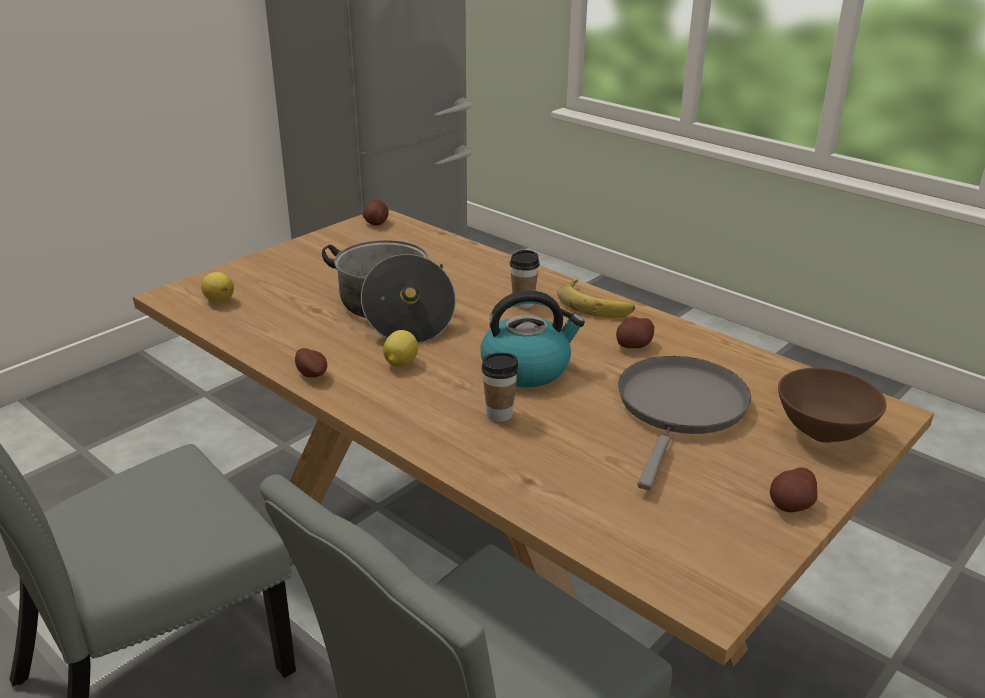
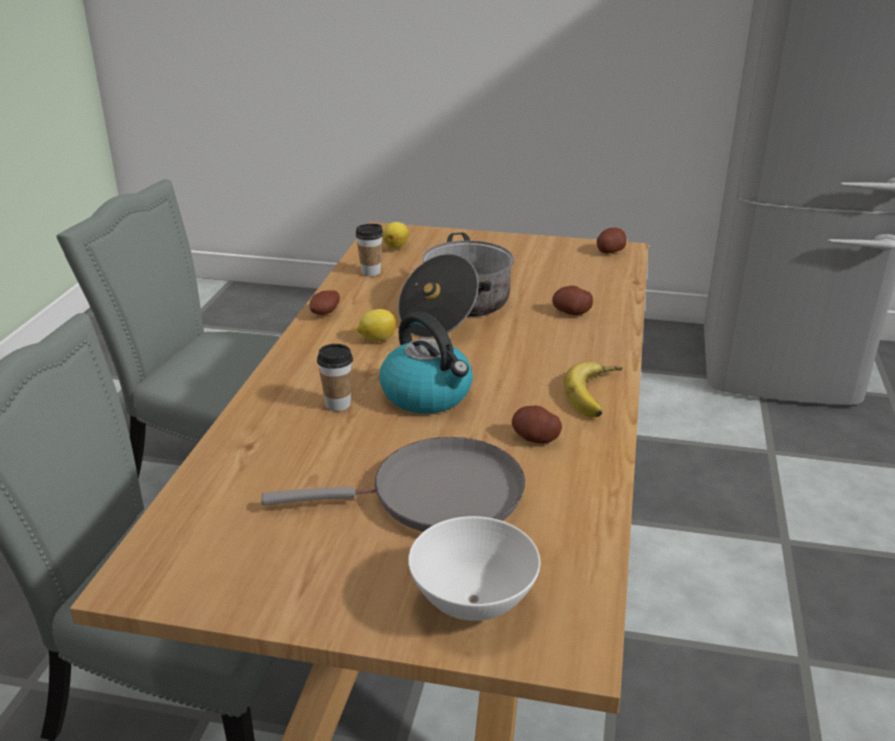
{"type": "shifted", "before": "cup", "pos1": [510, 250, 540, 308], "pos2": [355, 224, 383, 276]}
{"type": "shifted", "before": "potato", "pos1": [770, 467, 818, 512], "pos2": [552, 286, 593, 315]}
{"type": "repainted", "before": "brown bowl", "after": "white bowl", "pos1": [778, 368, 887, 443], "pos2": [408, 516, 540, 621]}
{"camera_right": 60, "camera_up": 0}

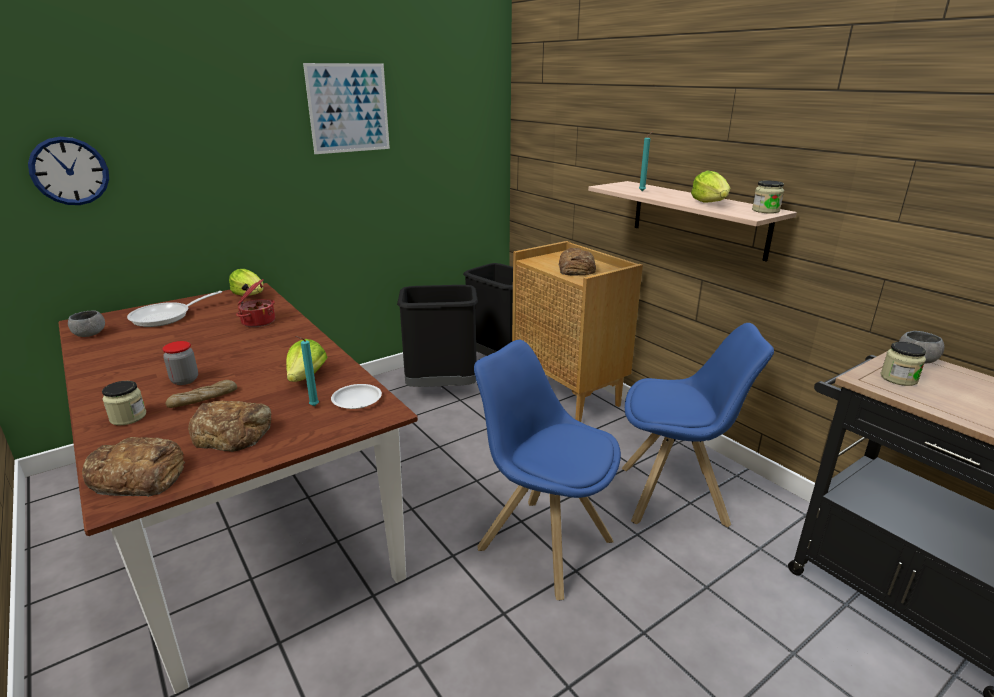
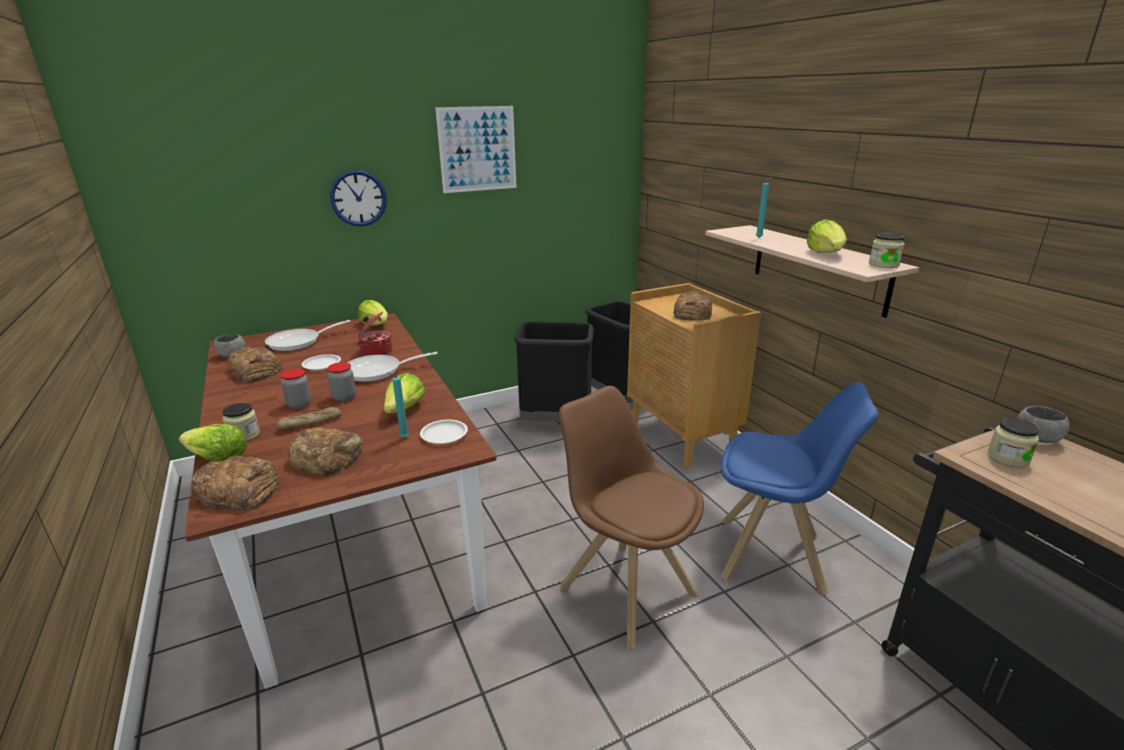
{"type": "shifted", "before": "wall clock", "pos1": [28, 137, 109, 205], "pos2": [330, 170, 387, 226]}
{"type": "repainted", "before": "blue chair", "after": "brown chair", "pos1": [474, 340, 621, 600], "pos2": [559, 386, 704, 650]}
{"type": "new", "after": "lettuce", "pos2": [179, 424, 247, 461]}
{"type": "new", "after": "bread", "pos2": [227, 347, 282, 383]}
{"type": "new", "after": "white plate", "pos2": [302, 354, 341, 370]}
{"type": "new", "after": "jar", "pos2": [327, 362, 356, 401]}
{"type": "new", "after": "frying pan", "pos2": [347, 352, 438, 382]}
{"camera_right": 10, "camera_up": 0}

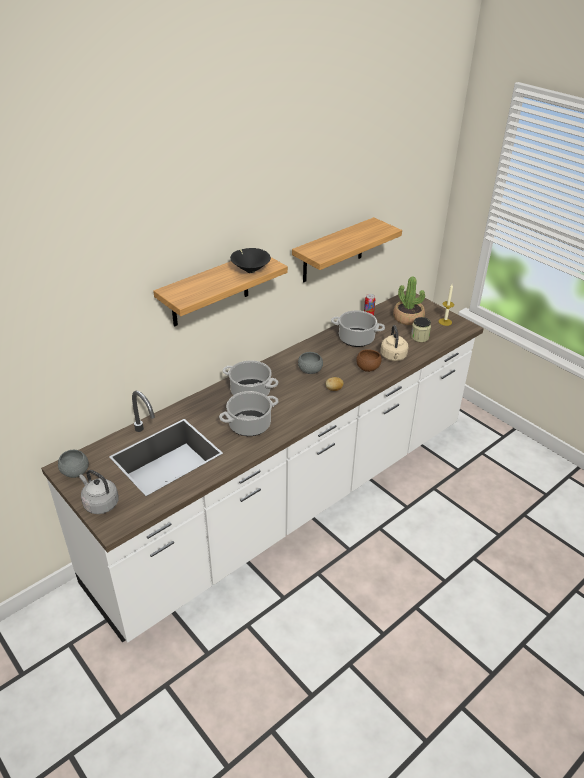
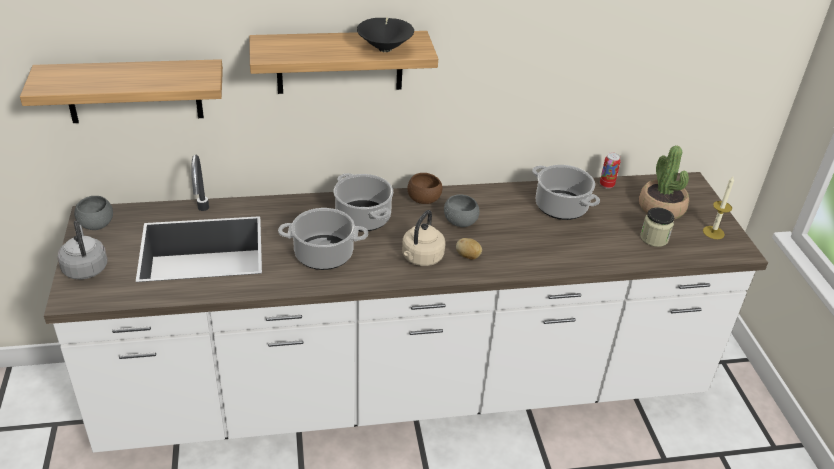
{"type": "shifted", "before": "shelf", "pos1": [292, 217, 402, 282], "pos2": [20, 59, 223, 123]}
{"type": "shifted", "before": "brown bowl", "pos1": [356, 349, 382, 372], "pos2": [408, 173, 442, 204]}
{"type": "shifted", "before": "beige kettle", "pos1": [380, 325, 408, 361], "pos2": [402, 210, 445, 266]}
{"camera_right": 30, "camera_up": 0}

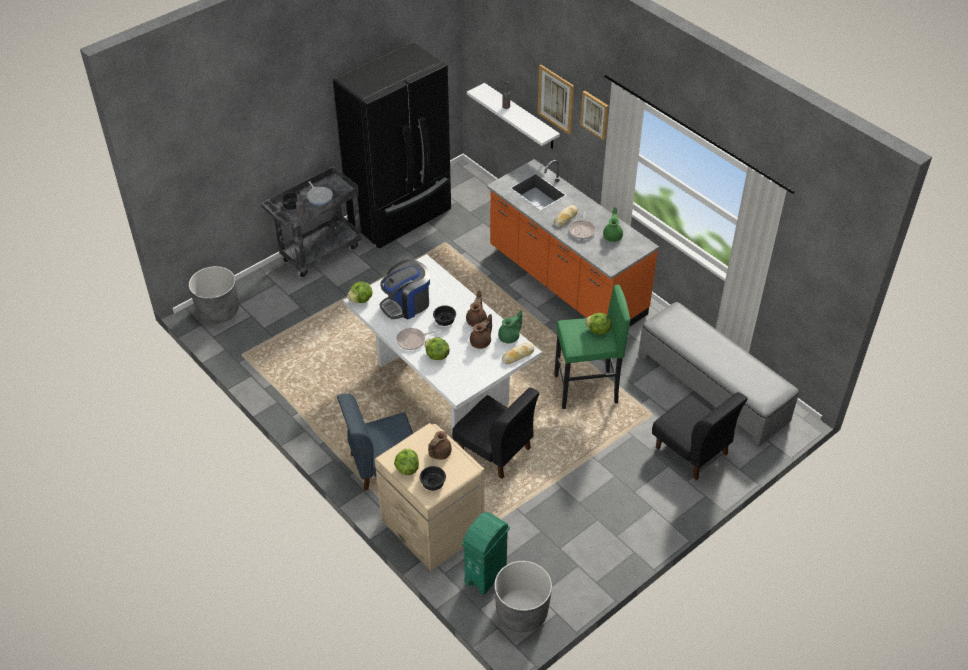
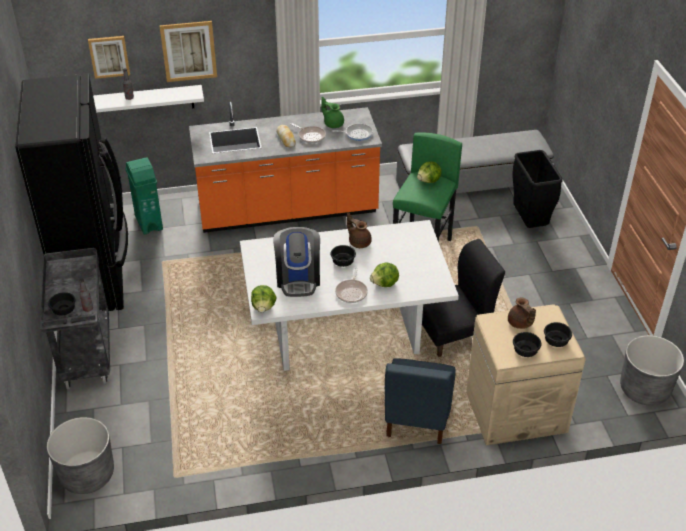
{"type": "shifted", "before": "frying pan", "pos1": [307, 181, 333, 205], "pos2": [332, 123, 373, 141]}
{"type": "swapped", "before": "lettuce", "after": "black bowl", "pos1": [394, 448, 419, 475], "pos2": [513, 332, 541, 357]}
{"type": "shifted", "before": "green trash can", "pos1": [462, 512, 510, 595], "pos2": [125, 157, 163, 235]}
{"type": "gone", "before": "brown teapot", "pos1": [470, 314, 492, 349]}
{"type": "gone", "before": "green teapot", "pos1": [498, 310, 522, 343]}
{"type": "gone", "before": "bread", "pos1": [502, 343, 534, 364]}
{"type": "shifted", "before": "picture", "pos1": [580, 91, 609, 141], "pos2": [88, 36, 130, 79]}
{"type": "swapped", "before": "black chair", "after": "black trash can", "pos1": [652, 392, 748, 480], "pos2": [512, 150, 563, 228]}
{"camera_right": -60, "camera_up": -5}

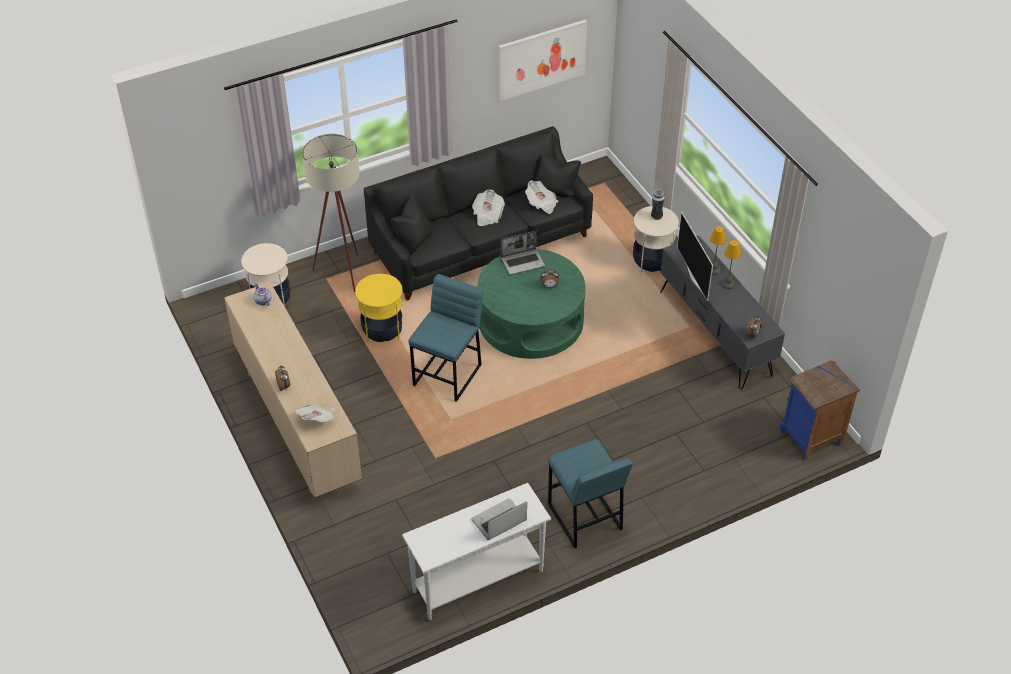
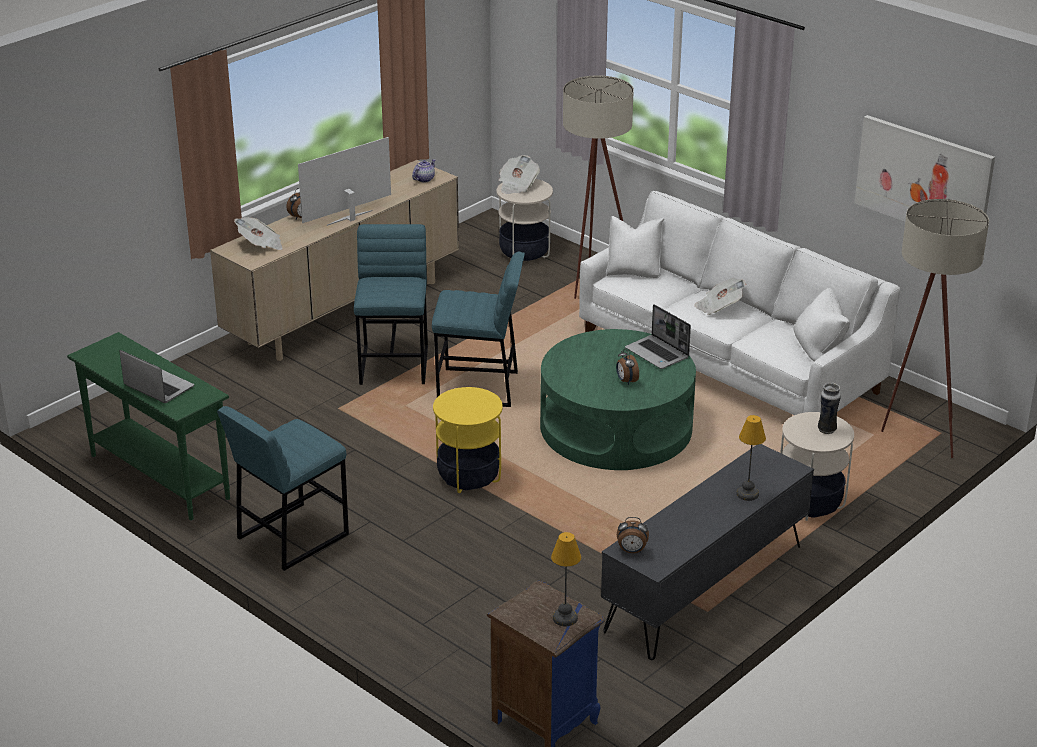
{"type": "shifted", "before": "yellow side table", "pos1": [355, 274, 402, 342], "pos2": [433, 387, 503, 493]}
{"type": "repainted", "before": "black sofa", "after": "white sofa", "pos1": [364, 126, 593, 301], "pos2": [579, 191, 900, 415]}
{"type": "repainted", "before": "white console table", "after": "green console table", "pos1": [402, 483, 551, 621], "pos2": [67, 332, 230, 521]}
{"type": "shifted", "before": "newspaper", "pos1": [525, 180, 558, 214], "pos2": [499, 155, 540, 194]}
{"type": "shifted", "before": "television", "pos1": [677, 212, 713, 301], "pos2": [298, 137, 391, 226]}
{"type": "shifted", "before": "table lamp", "pos1": [721, 240, 741, 289], "pos2": [551, 532, 581, 626]}
{"type": "new", "after": "blue stool", "pos2": [354, 224, 428, 385]}
{"type": "new", "after": "beige floor lamp", "pos2": [881, 199, 989, 458]}
{"camera_right": 70, "camera_up": -15}

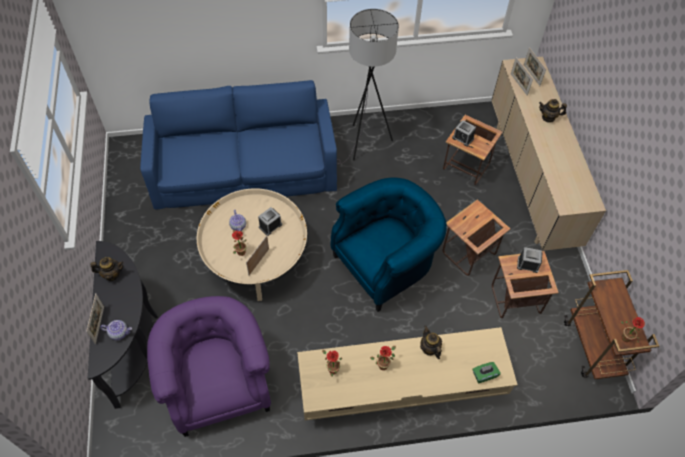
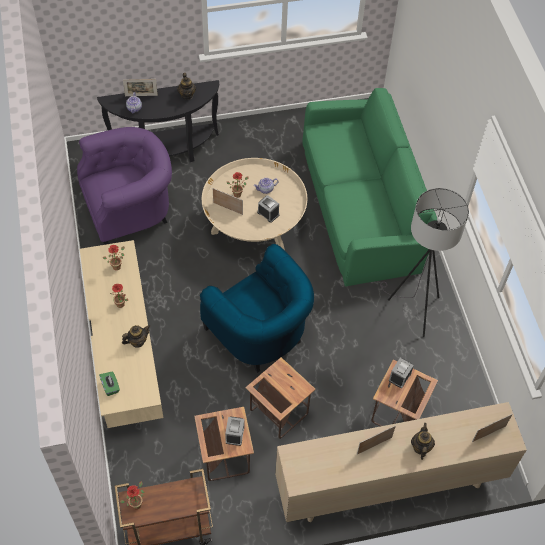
{"type": "repainted", "before": "blue sofa", "after": "green sofa", "pos1": [140, 80, 337, 209], "pos2": [302, 88, 437, 287]}
{"type": "shifted", "before": "picture frame", "pos1": [511, 57, 533, 96], "pos2": [357, 425, 396, 455]}
{"camera_right": 85, "camera_up": 0}

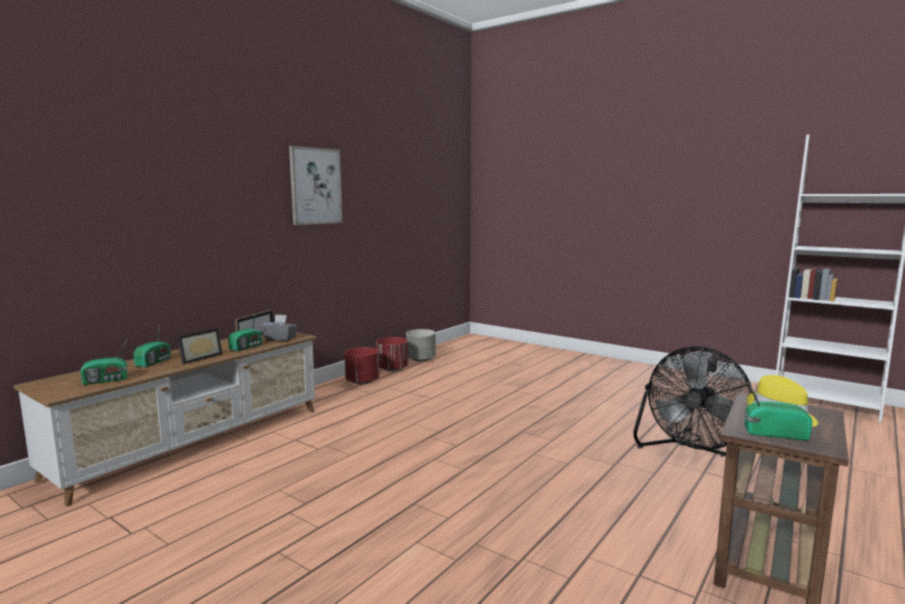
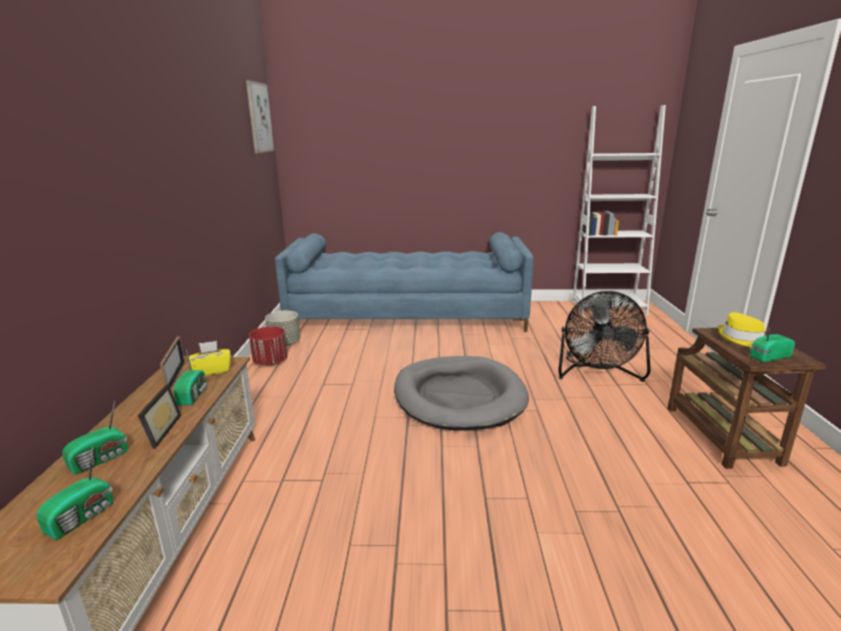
{"type": "rotated", "before": "radio", "pos1": [133, 331, 171, 367], "pos2": [62, 401, 128, 475], "turn": 60}
{"type": "repainted", "before": "grey tissue box", "after": "yellow tissue box", "pos1": [261, 314, 298, 341], "pos2": [189, 341, 231, 376]}
{"type": "shifted", "before": "picture", "pos1": [289, 146, 343, 225], "pos2": [246, 80, 274, 153]}
{"type": "gone", "before": "red planter", "pos1": [345, 347, 379, 385]}
{"type": "new", "after": "blue sofa", "pos2": [275, 232, 534, 332]}
{"type": "new", "after": "grey dog bed", "pos2": [394, 356, 529, 431]}
{"camera_right": -35, "camera_up": 10}

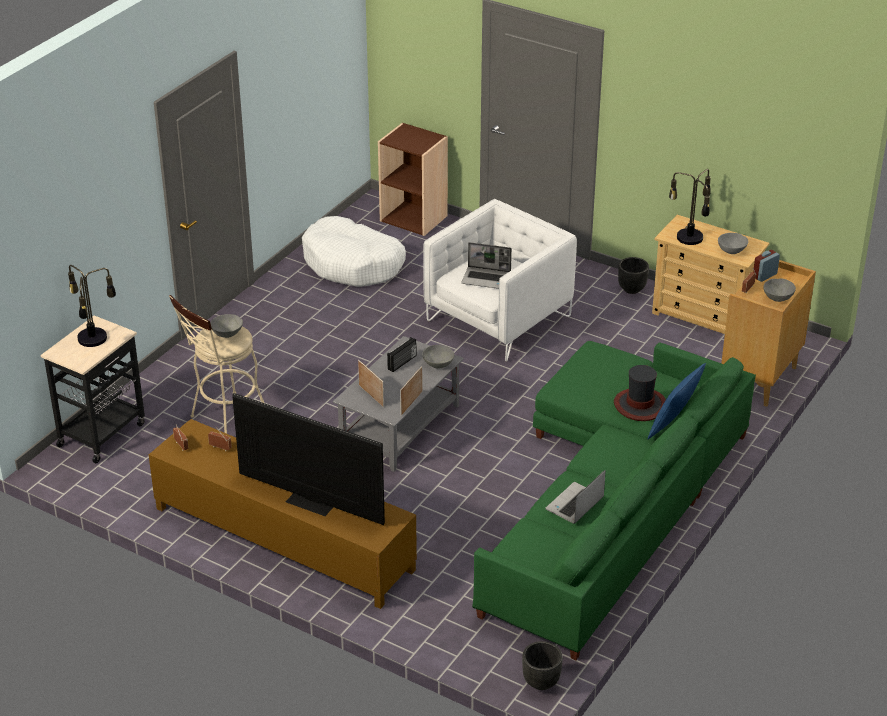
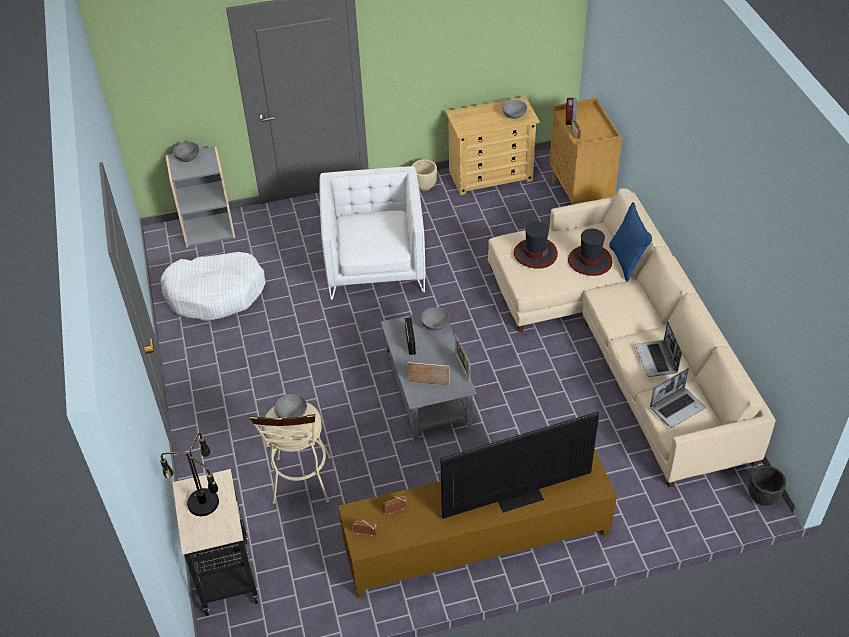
{"type": "repainted", "before": "brown bookcase", "after": "grey bookcase", "pos1": [378, 123, 448, 236], "pos2": [166, 146, 235, 247]}
{"type": "shifted", "before": "laptop", "pos1": [461, 242, 512, 289], "pos2": [650, 368, 706, 428]}
{"type": "repainted", "before": "green sofa", "after": "beige sofa", "pos1": [472, 341, 756, 660], "pos2": [488, 188, 776, 487]}
{"type": "repainted", "before": "black planter", "after": "beige planter", "pos1": [618, 257, 649, 294], "pos2": [412, 159, 437, 191]}
{"type": "gone", "before": "table lamp", "pos1": [669, 169, 711, 245]}
{"type": "shifted", "before": "grey bowl", "pos1": [763, 278, 796, 302], "pos2": [173, 142, 199, 162]}
{"type": "new", "after": "hat", "pos2": [514, 222, 558, 269]}
{"camera_right": -45, "camera_up": 10}

